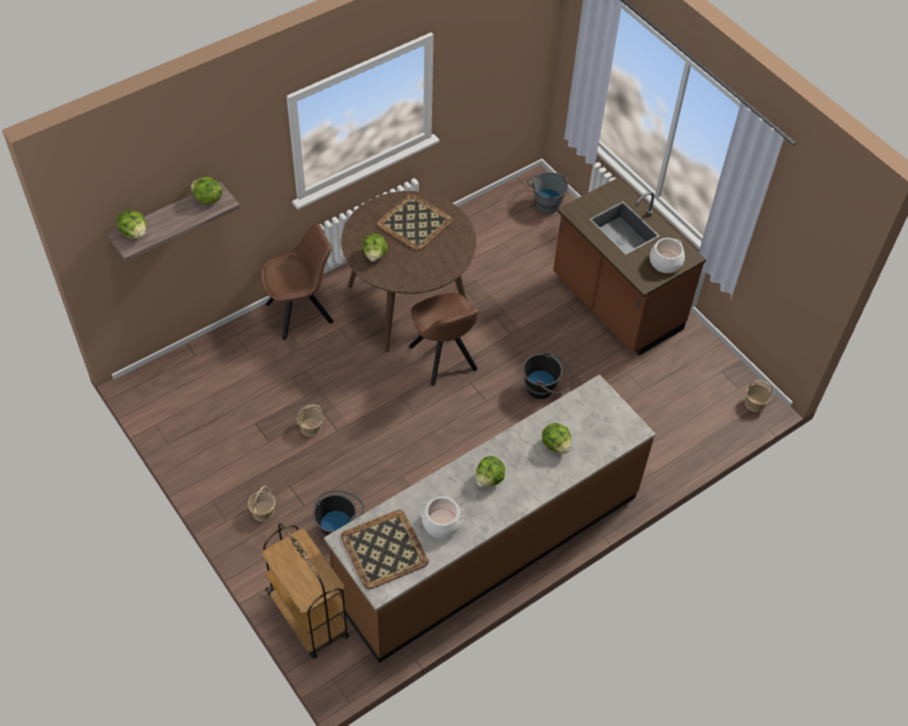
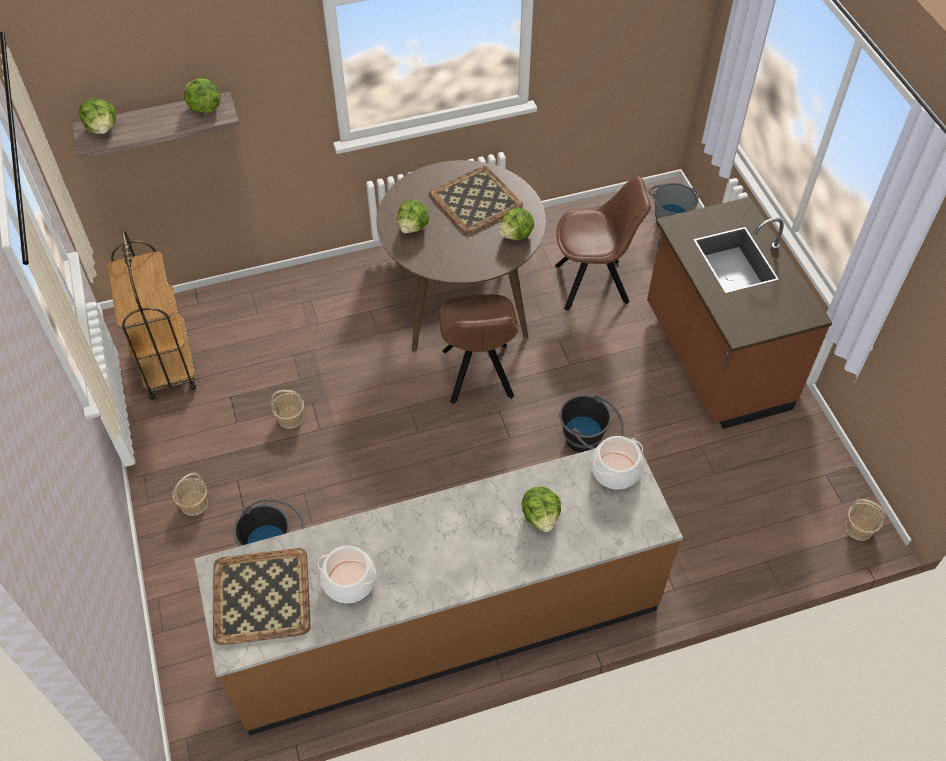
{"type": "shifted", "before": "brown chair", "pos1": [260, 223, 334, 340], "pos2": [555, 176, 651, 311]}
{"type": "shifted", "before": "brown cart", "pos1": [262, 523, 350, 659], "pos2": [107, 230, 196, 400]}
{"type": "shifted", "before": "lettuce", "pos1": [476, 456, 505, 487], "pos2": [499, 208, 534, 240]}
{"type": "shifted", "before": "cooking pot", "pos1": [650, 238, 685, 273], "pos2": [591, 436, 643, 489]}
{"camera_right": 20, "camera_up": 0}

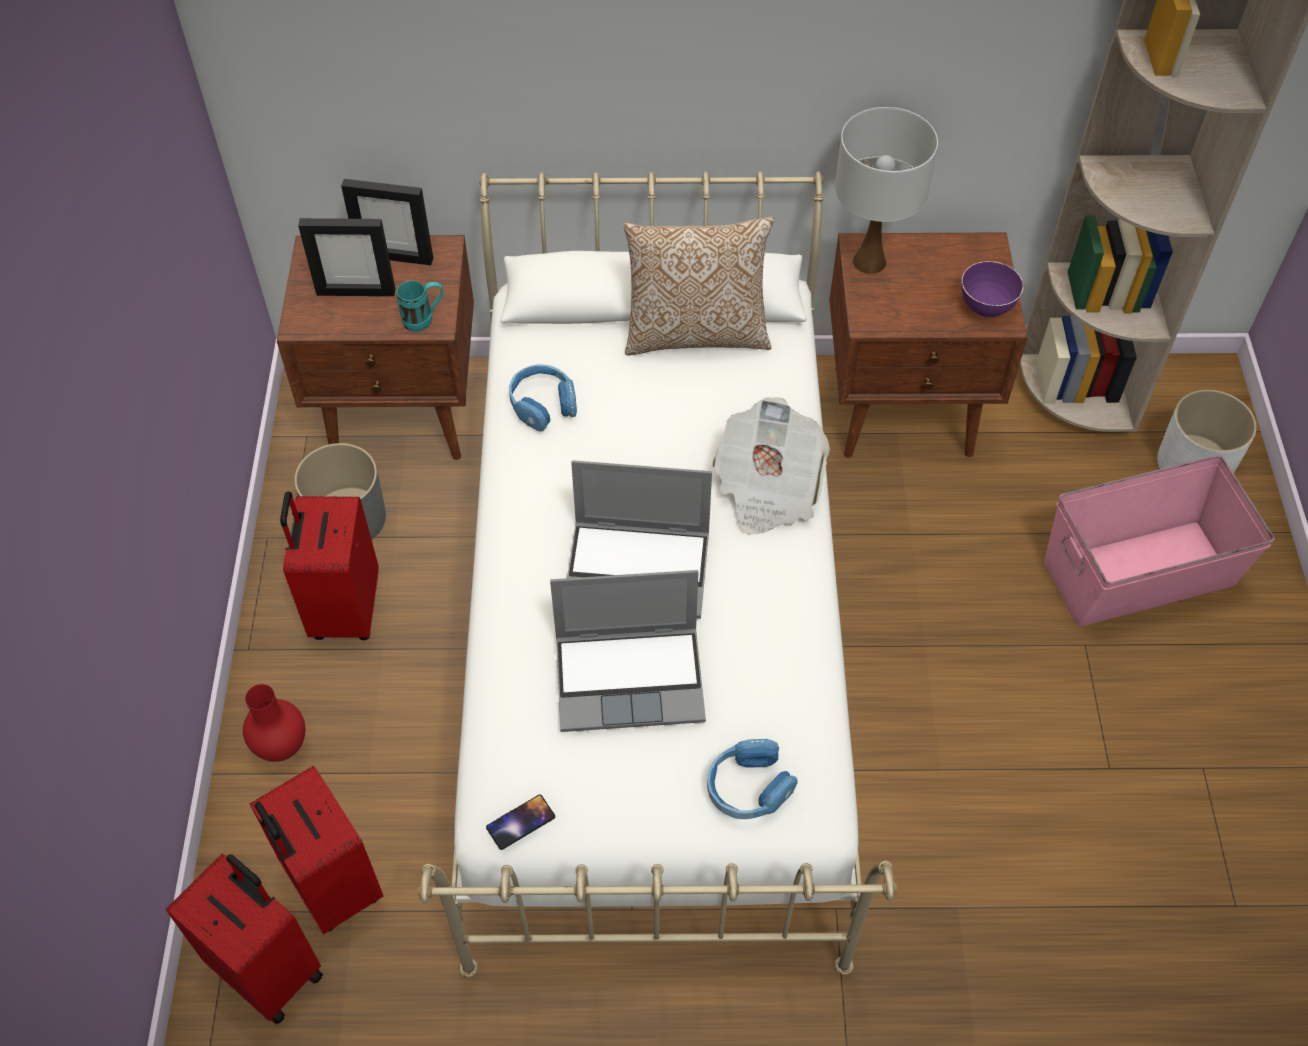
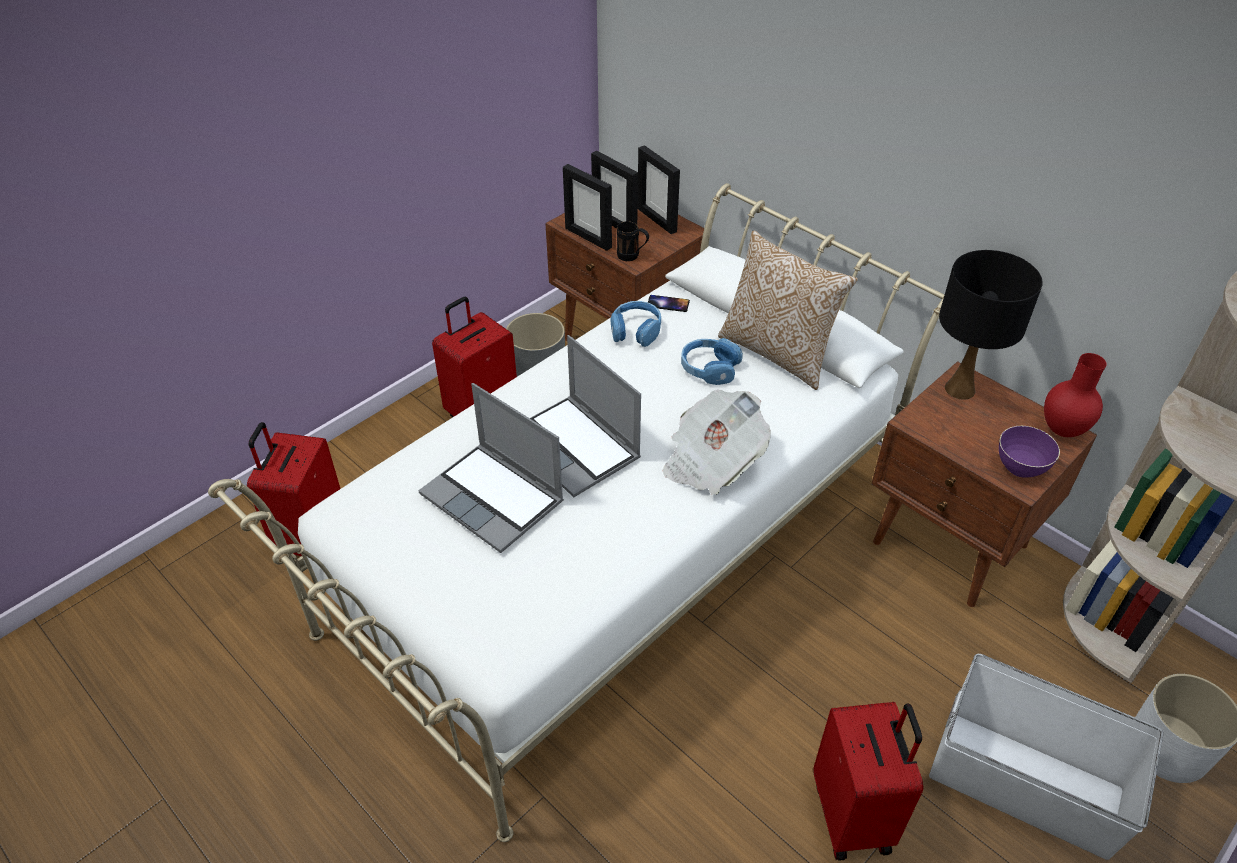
{"type": "shifted", "before": "red suitcase", "pos1": [166, 854, 323, 1025], "pos2": [813, 702, 924, 861]}
{"type": "shifted", "before": "red vase", "pos1": [243, 684, 305, 762], "pos2": [1044, 353, 1107, 437]}
{"type": "repainted", "before": "turquoise mug", "after": "black mug", "pos1": [396, 280, 443, 332], "pos2": [617, 221, 649, 261]}
{"type": "shifted", "before": "phone", "pos1": [486, 794, 555, 850], "pos2": [648, 295, 690, 312]}
{"type": "shifted", "before": "blue headphones", "pos1": [707, 739, 797, 819], "pos2": [681, 338, 743, 385]}
{"type": "repainted", "before": "white table lamp", "after": "black table lamp", "pos1": [835, 107, 938, 274], "pos2": [939, 250, 1043, 400]}
{"type": "repainted", "before": "pink storage box", "after": "white storage box", "pos1": [1044, 455, 1275, 627], "pos2": [929, 654, 1163, 860]}
{"type": "new", "after": "picture frame", "pos2": [563, 164, 612, 251]}
{"camera_right": 45, "camera_up": -10}

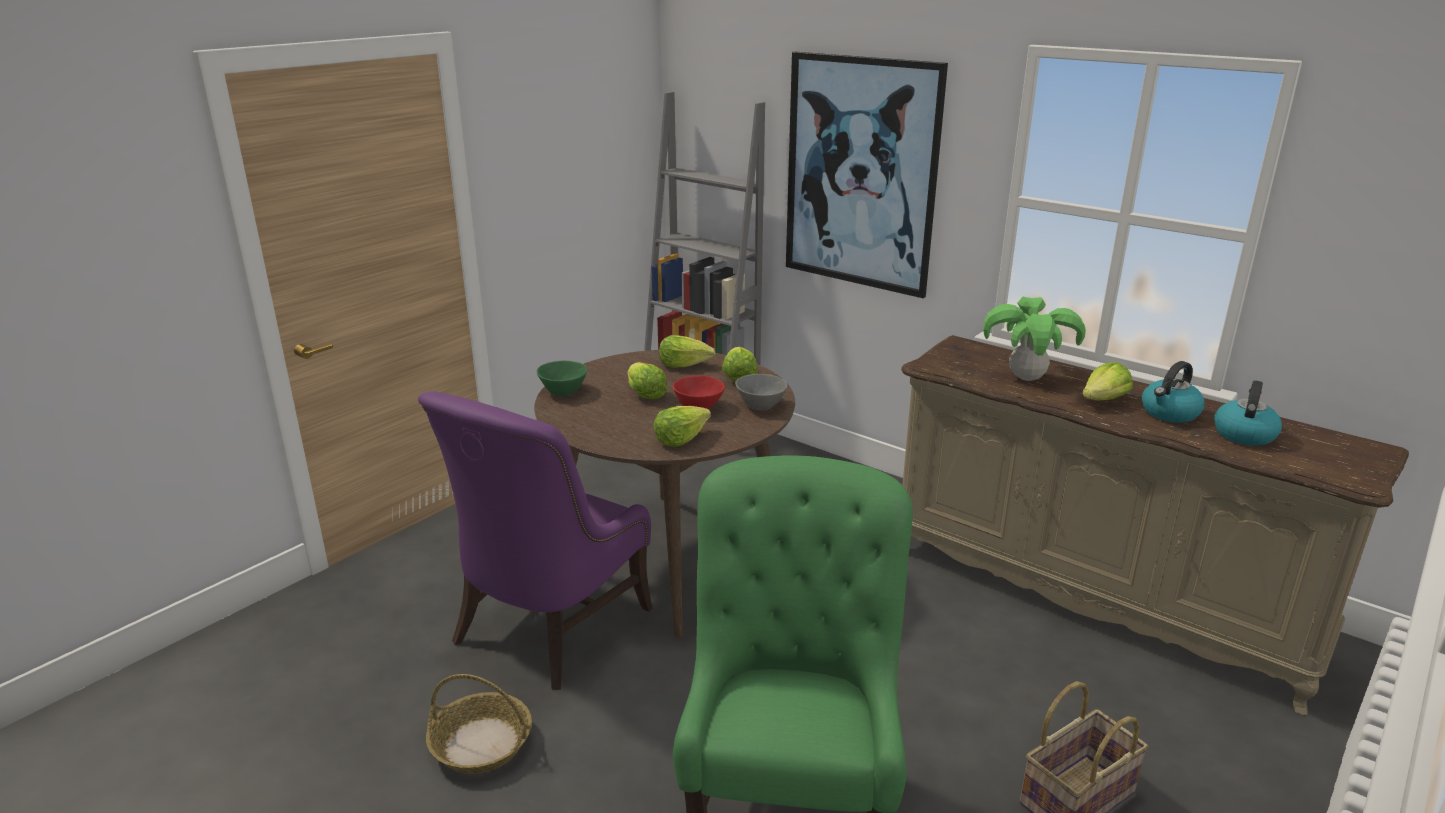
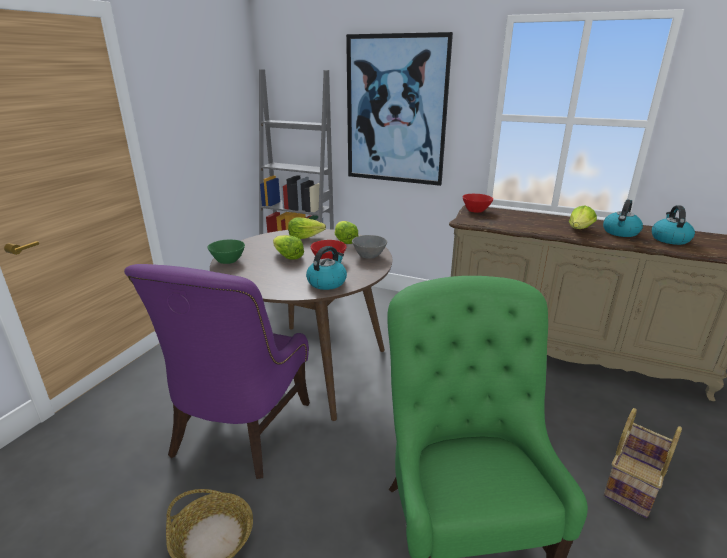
{"type": "swapped", "before": "lettuce", "after": "kettle", "pos1": [654, 406, 711, 446], "pos2": [306, 246, 347, 290]}
{"type": "gone", "before": "potted plant", "pos1": [983, 297, 1086, 381]}
{"type": "new", "after": "red bowl", "pos2": [463, 194, 493, 213]}
{"camera_right": -15, "camera_up": 0}

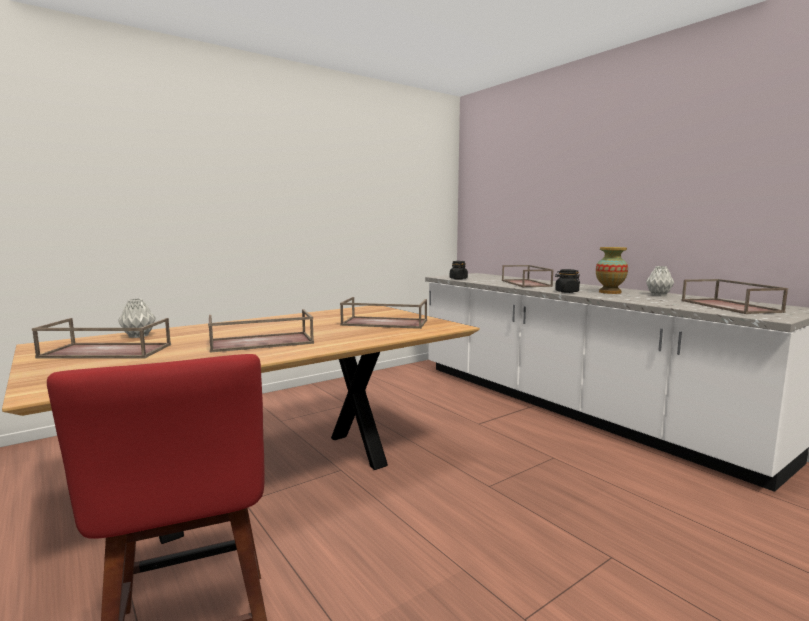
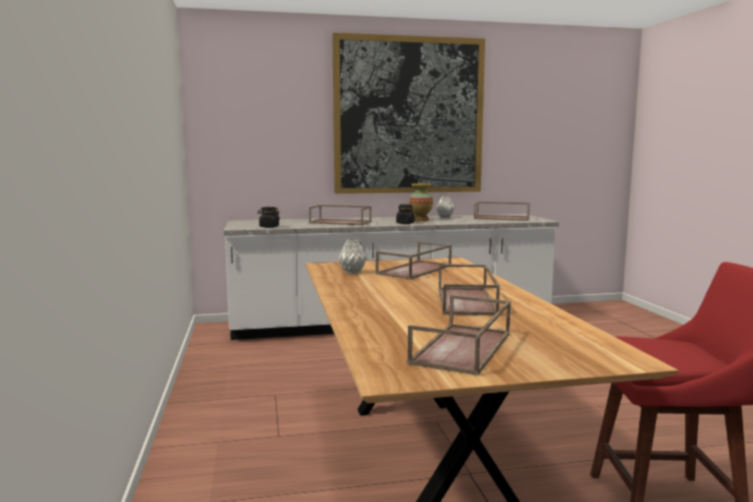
{"type": "shifted", "before": "grey vase", "pos1": [118, 299, 156, 338], "pos2": [338, 239, 367, 274]}
{"type": "new", "after": "picture", "pos2": [332, 33, 485, 194]}
{"camera_right": -65, "camera_up": 0}

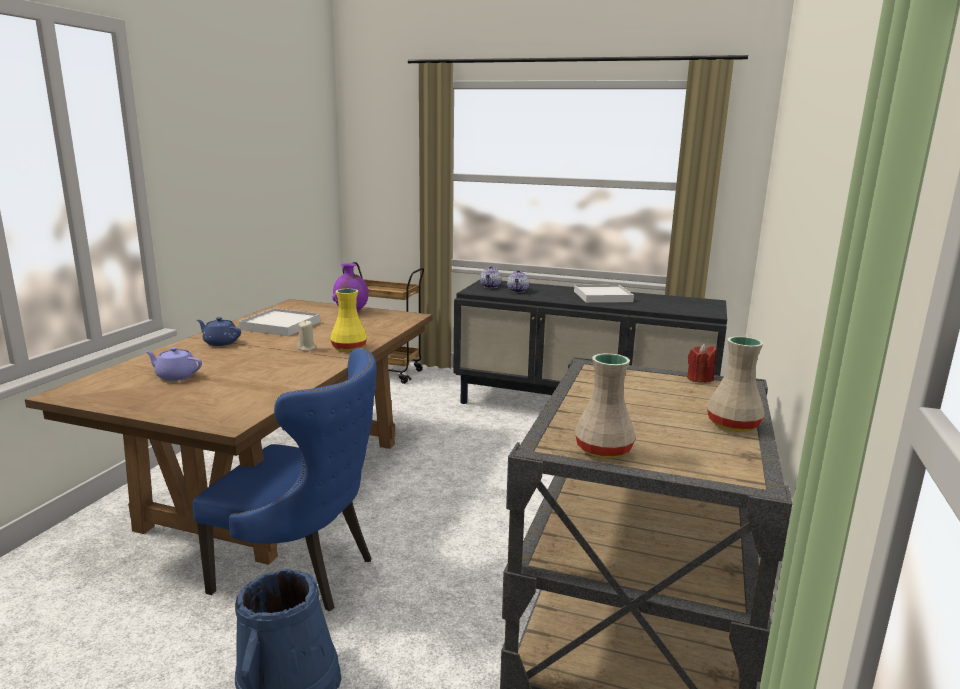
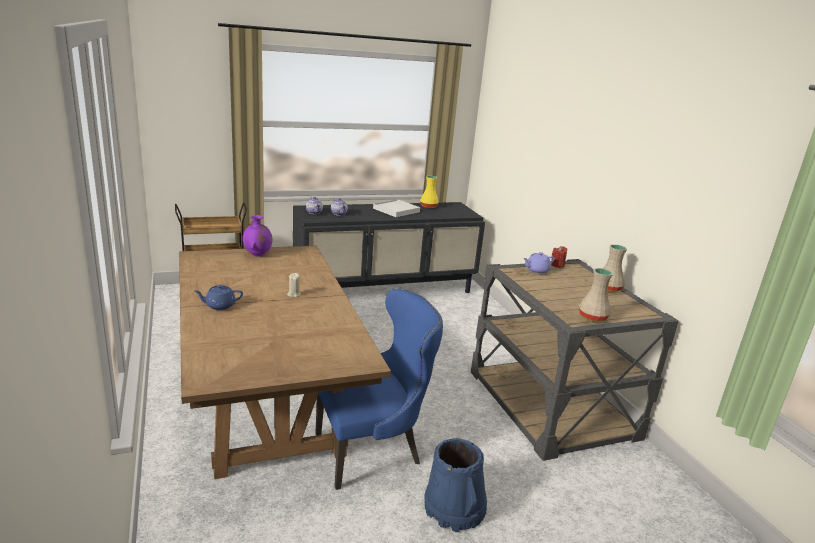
{"type": "shifted", "before": "purple teapot", "pos1": [145, 347, 202, 381], "pos2": [523, 252, 555, 274]}
{"type": "gone", "before": "white tray", "pos1": [239, 308, 320, 336]}
{"type": "shifted", "before": "yellow vase", "pos1": [330, 289, 367, 351], "pos2": [420, 176, 439, 208]}
{"camera_right": -40, "camera_up": 5}

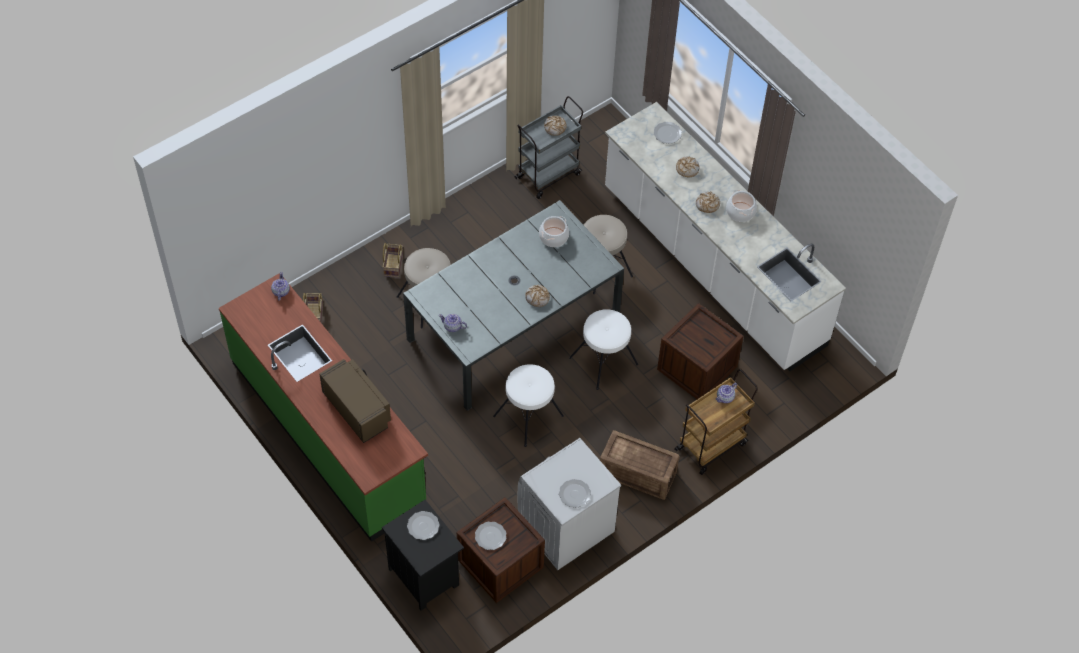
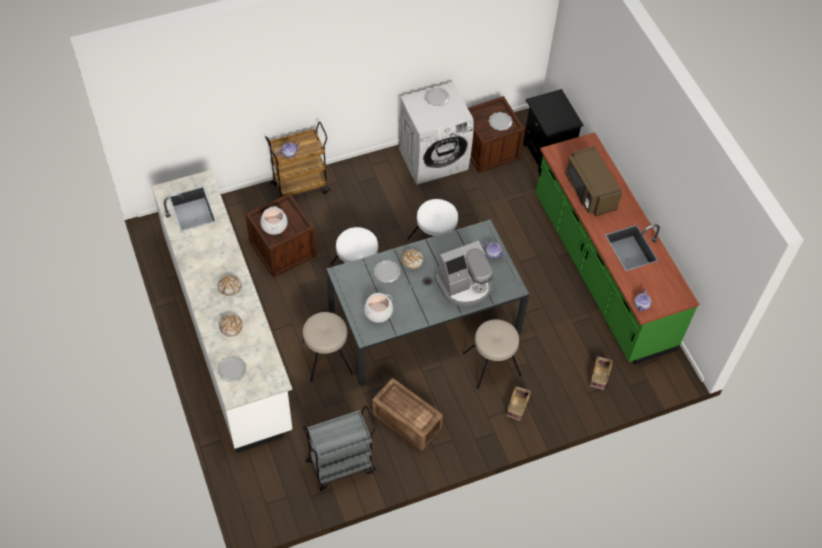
{"type": "shifted", "before": "plate", "pos1": [407, 511, 440, 540], "pos2": [374, 260, 400, 283]}
{"type": "gone", "before": "bread", "pos1": [544, 115, 567, 136]}
{"type": "shifted", "before": "crate", "pos1": [600, 430, 680, 500], "pos2": [372, 378, 443, 451]}
{"type": "shifted", "before": "cooking pot", "pos1": [726, 190, 757, 222], "pos2": [260, 206, 288, 235]}
{"type": "new", "after": "coffee machine", "pos2": [435, 240, 493, 306]}
{"camera_right": -165, "camera_up": 0}

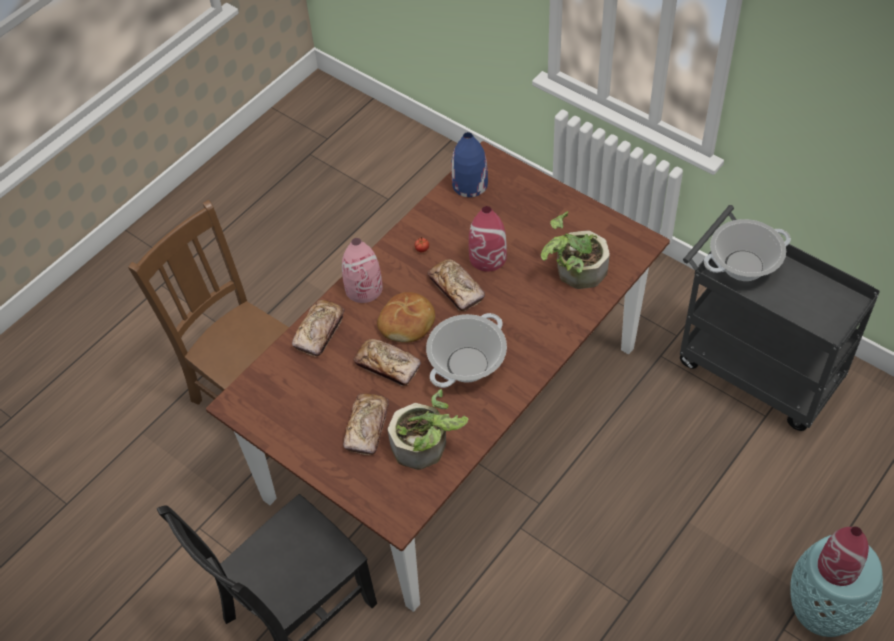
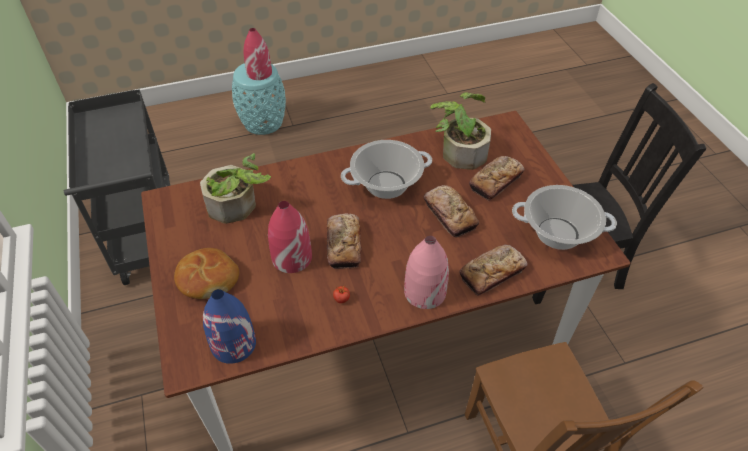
{"type": "shifted", "before": "bread", "pos1": [377, 292, 435, 343], "pos2": [174, 248, 239, 299]}
{"type": "shifted", "before": "cooking pot", "pos1": [704, 219, 791, 281], "pos2": [512, 185, 617, 250]}
{"camera_right": -150, "camera_up": -5}

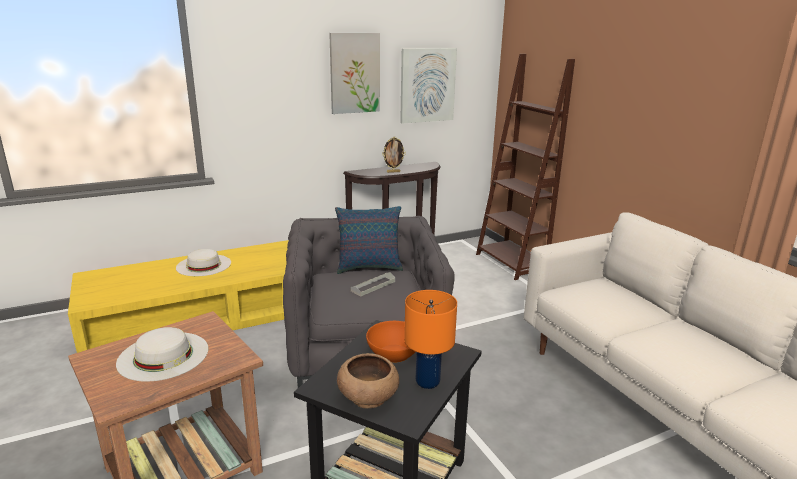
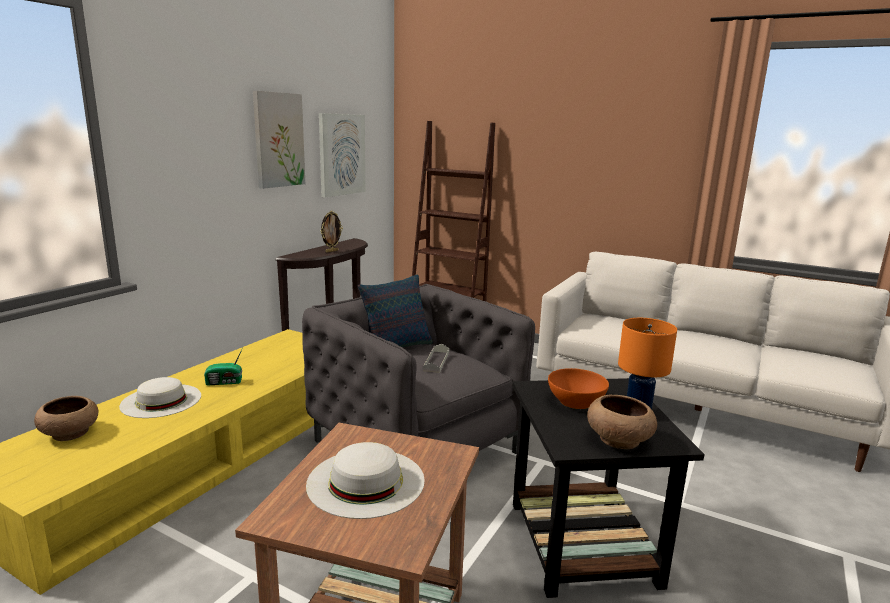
{"type": "new", "after": "brown bowl", "pos2": [34, 396, 98, 441]}
{"type": "new", "after": "radio", "pos2": [204, 348, 243, 386]}
{"camera_right": -35, "camera_up": -5}

